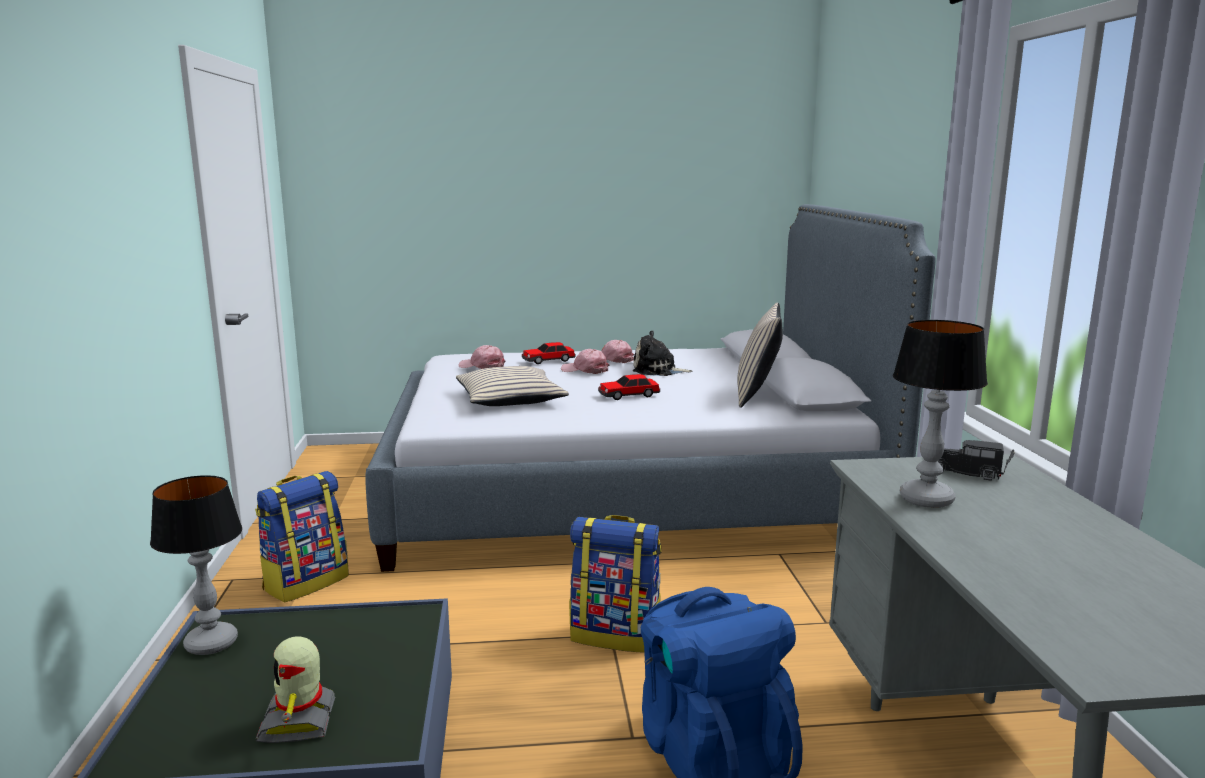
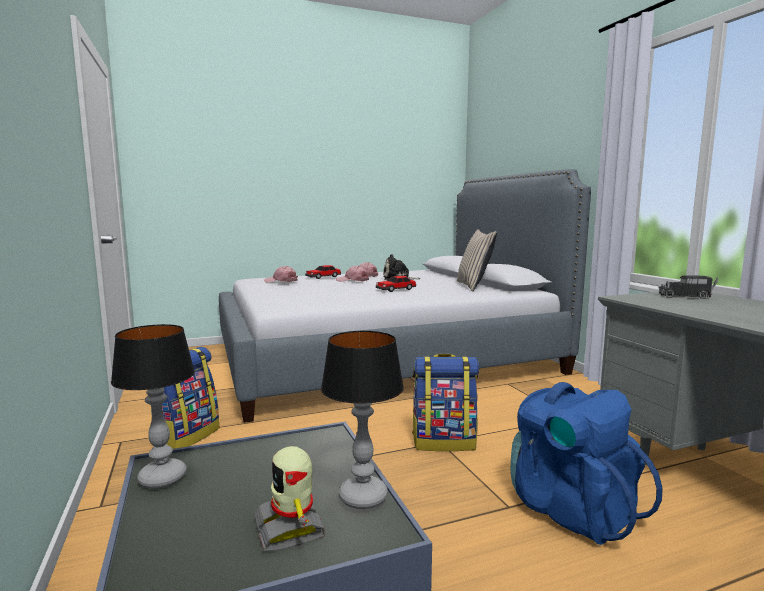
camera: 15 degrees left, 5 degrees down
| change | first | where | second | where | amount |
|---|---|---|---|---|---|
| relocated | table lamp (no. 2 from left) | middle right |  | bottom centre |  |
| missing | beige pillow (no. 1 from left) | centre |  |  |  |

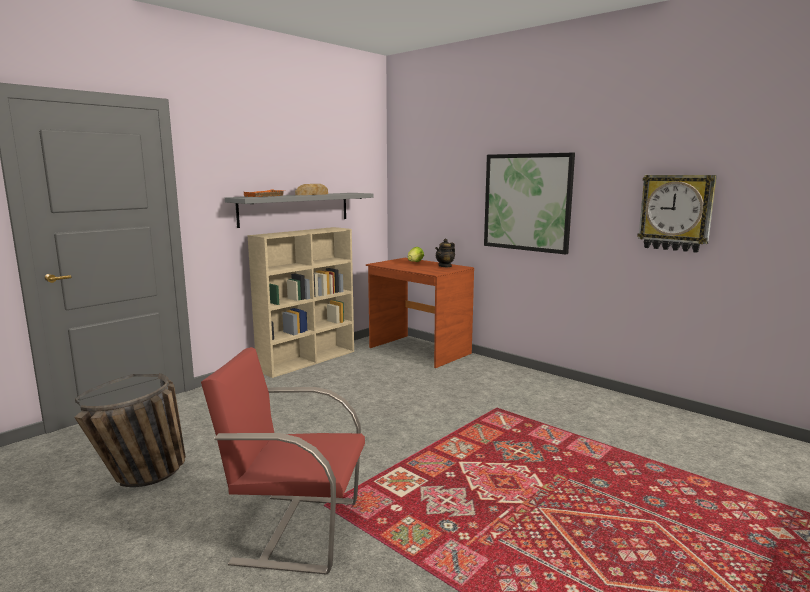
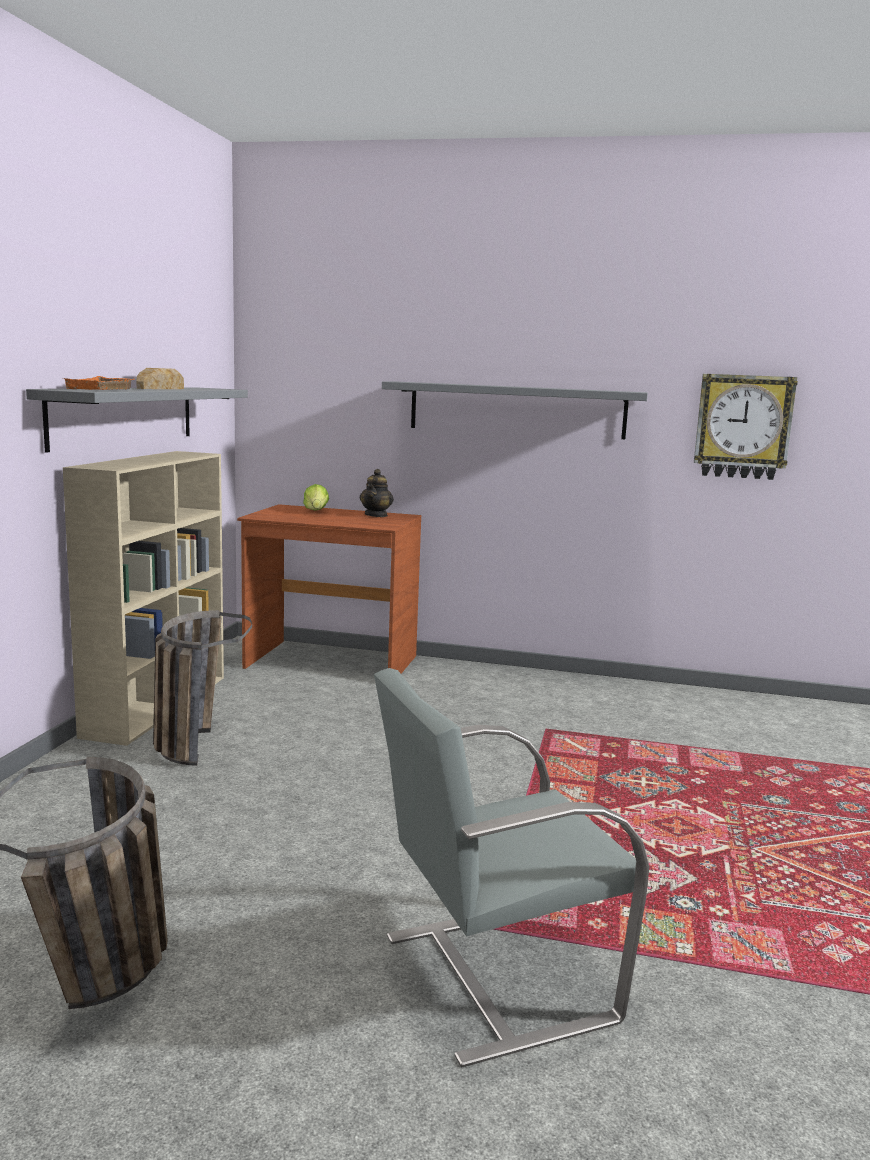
camera: 30 degrees left, 0 degrees up
| change | first | where | second | where | amount |
|---|---|---|---|---|---|
| appeared |  |  | basket (no. 2 from left) | middle left |  |
| colour | red chair | bottom centre | grey chair | bottom centre |  |
| exchanged | picture | centre | grey shelf (no. 2 from left) | centre |  |

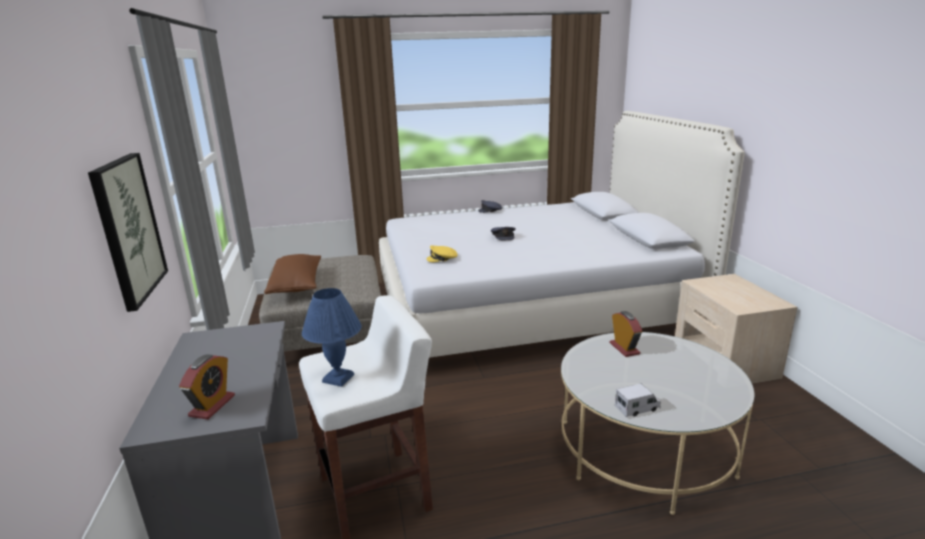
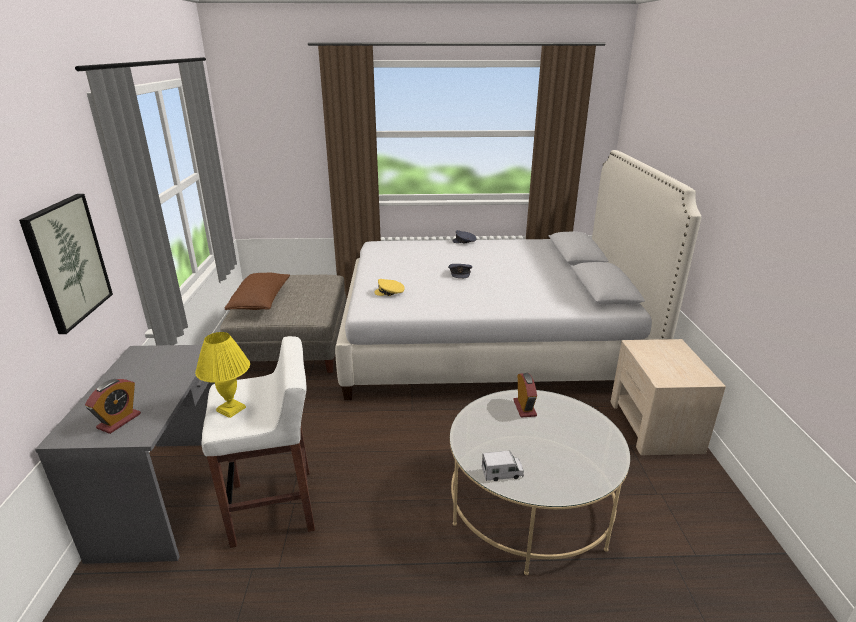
camera: 10 degrees right, 5 degrees up
| change | first | where | second | where | amount |
|---|---|---|---|---|---|
| colour | blue table lamp | centre | yellow table lamp | middle left |  |

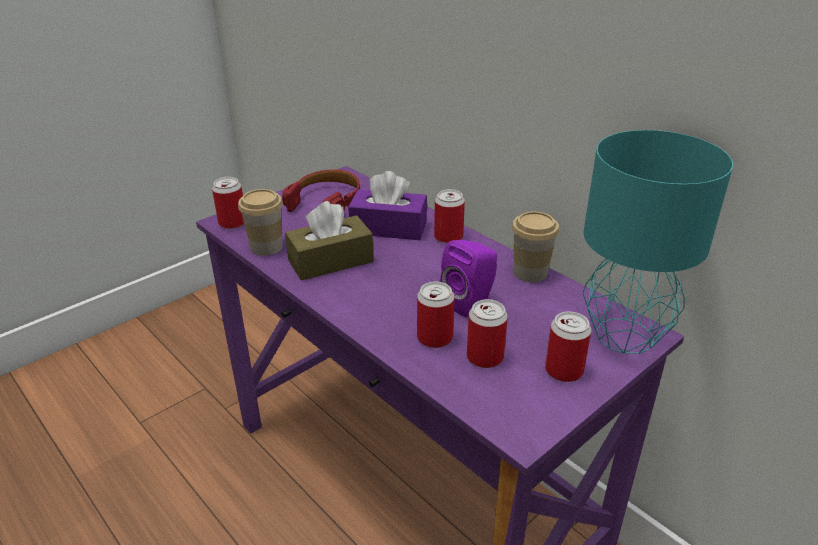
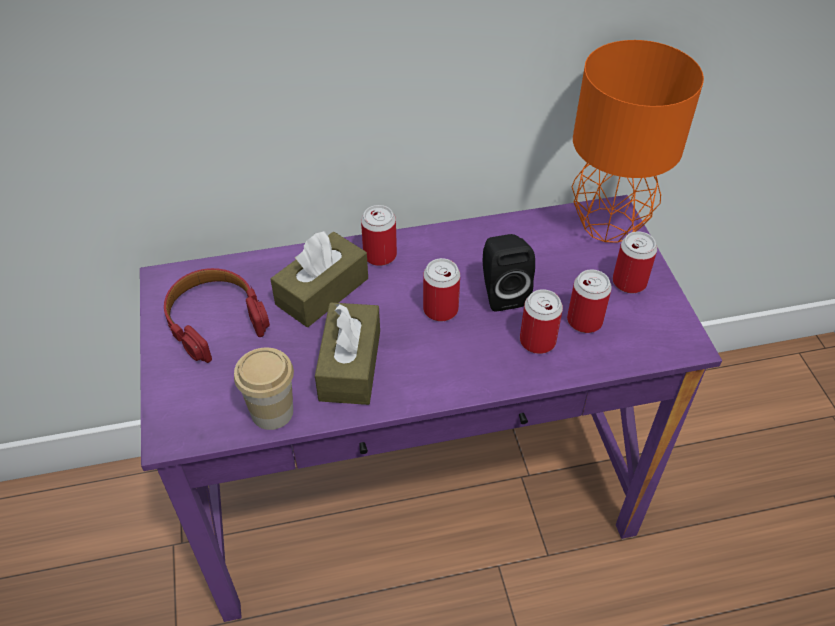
camera: 60 degrees left, 15 degrees up
| change | first | where | second | where | amount |
|---|---|---|---|---|---|
| colour | purple tissue box | centre | brown tissue box (no. 1 from left) | centre |  |
| relocated | can (no. 1 from left in the first image) | middle left | can (no. 2 from left) | centre |  |
| colour | purple speaker | centre | black speaker | centre |  |
| colour | turquoise table lamp | middle right | orange table lamp | top right |  |
| missing | cup (no. 2 from left) | centre |  |  |  |

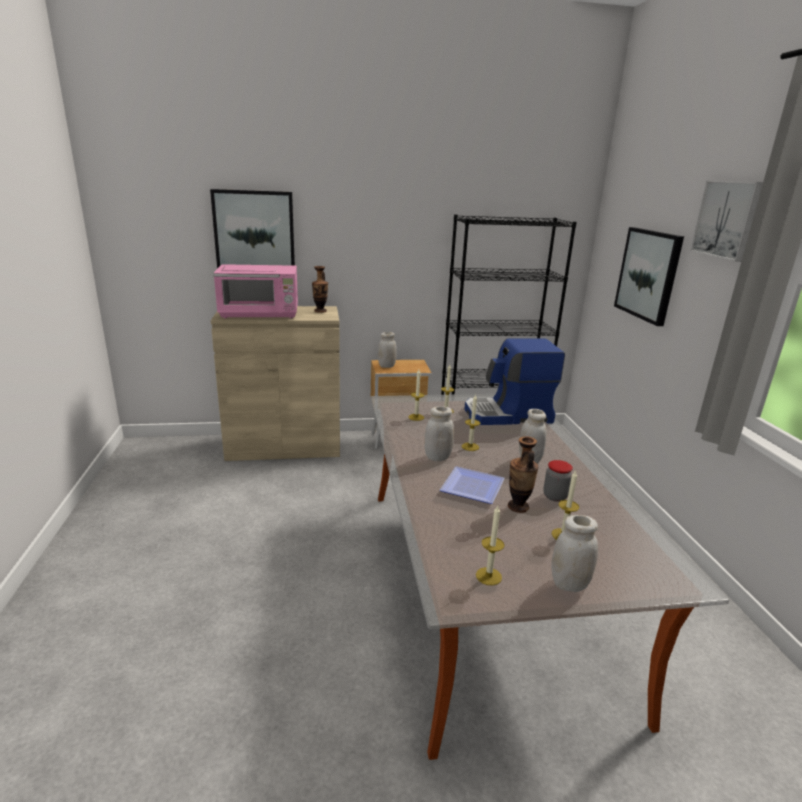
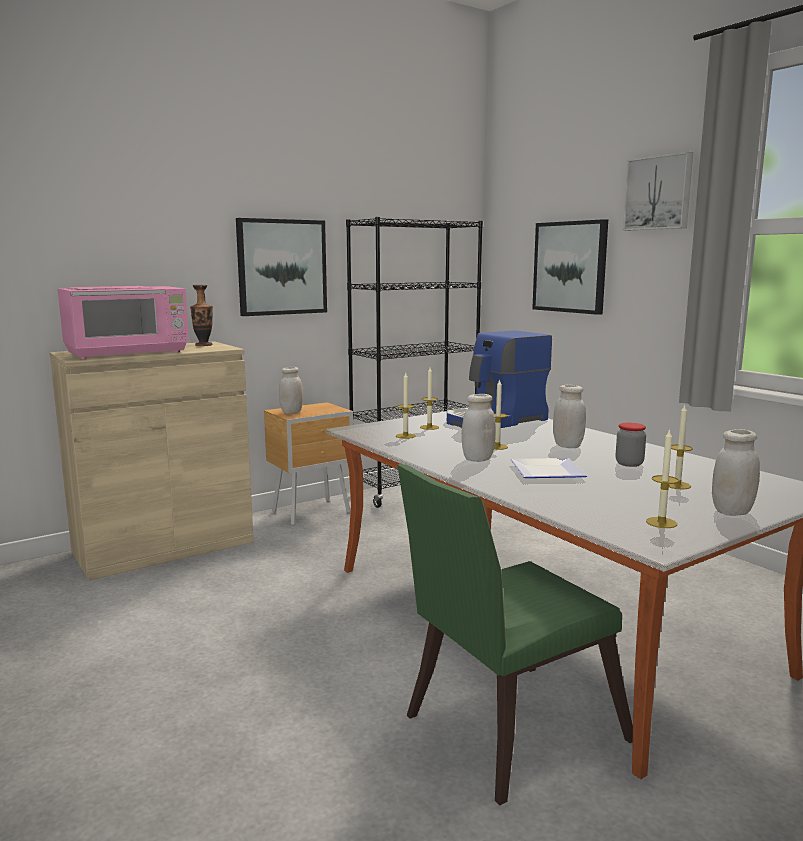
camera: 25 degrees left, 10 degrees down
| change | first | where | second | where | amount |
|---|---|---|---|---|---|
| relocated | picture (no. 1 from left) | top left |  | top centre |  |
| appeared |  |  | green chair | bottom centre |  |
| missing | vase (no. 2 from left) | centre |  |  |  |

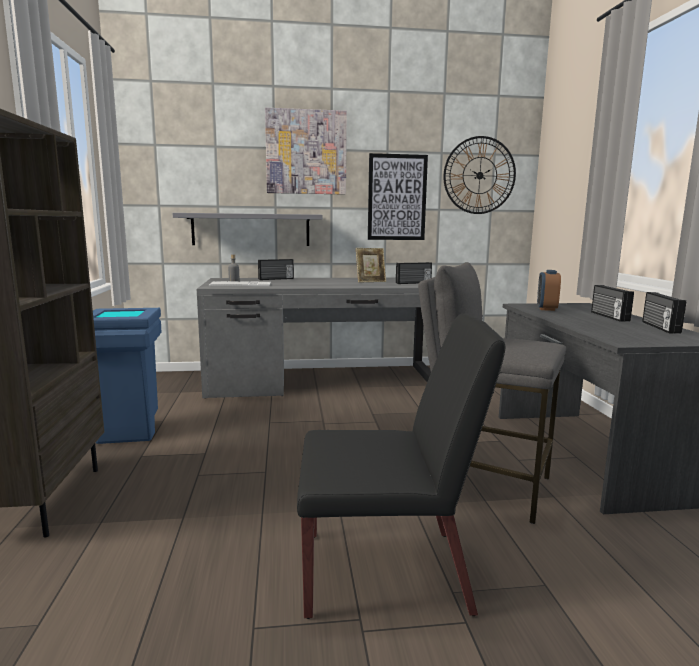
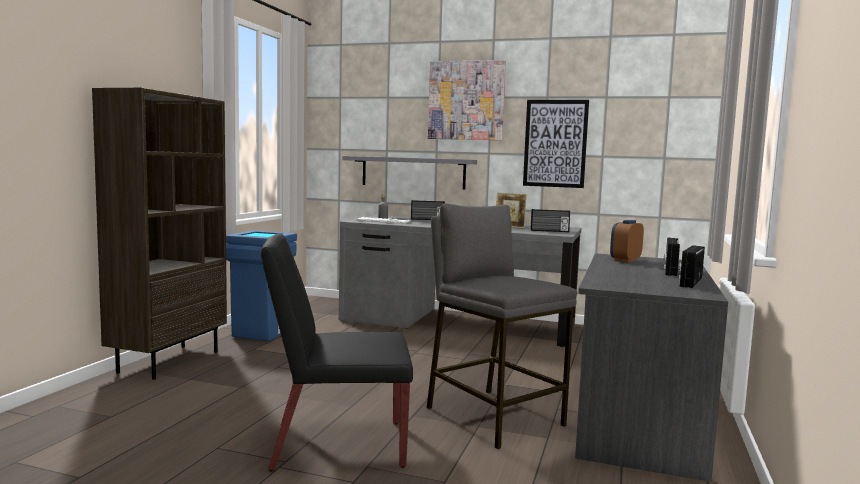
camera: 25 degrees right, 5 degrees down
| change | first | where | second | where | amount |
|---|---|---|---|---|---|
| spun | black chair | bottom centre |  | bottom centre | 150 degrees clockwise |
| missing | wall clock | top right |  |  |  |

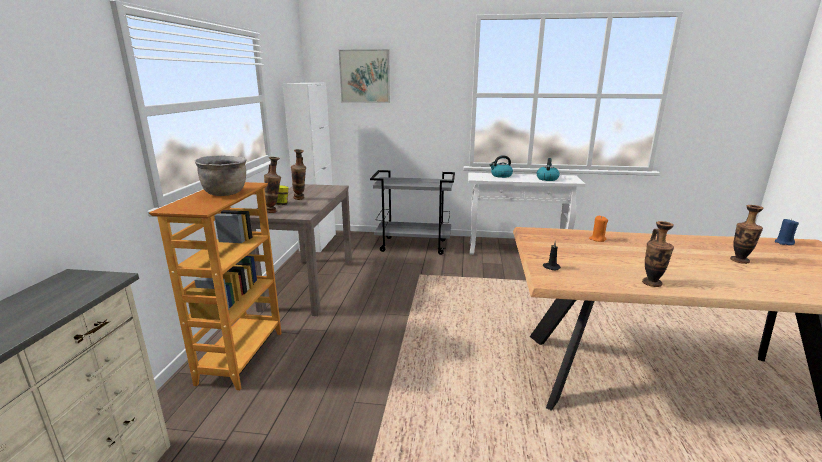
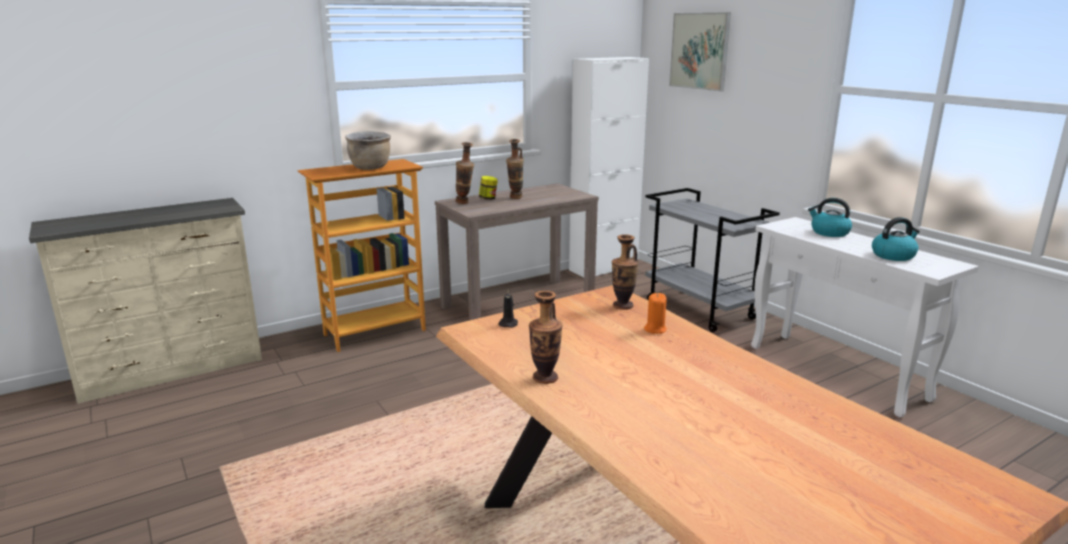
camera: 50 degrees right, 0 degrees up
| change | first | where | second | where | amount |
|---|---|---|---|---|---|
| relocated | vase (no. 4 from left) | middle right |  | centre |  |
| missing | blue candle | middle right |  |  |  |

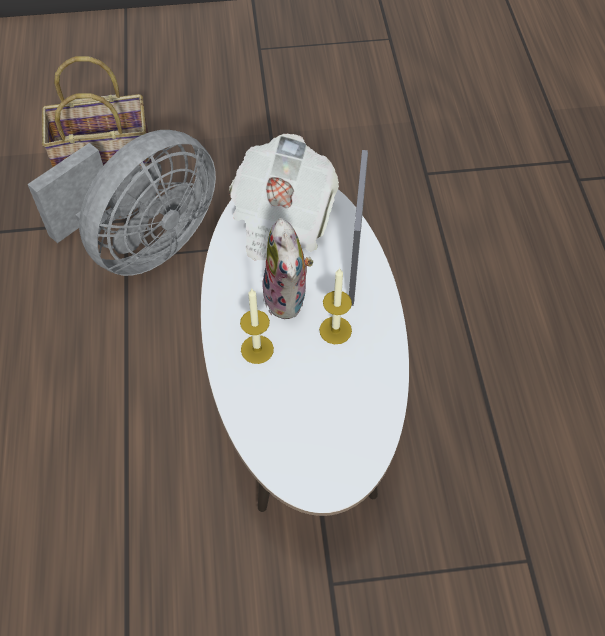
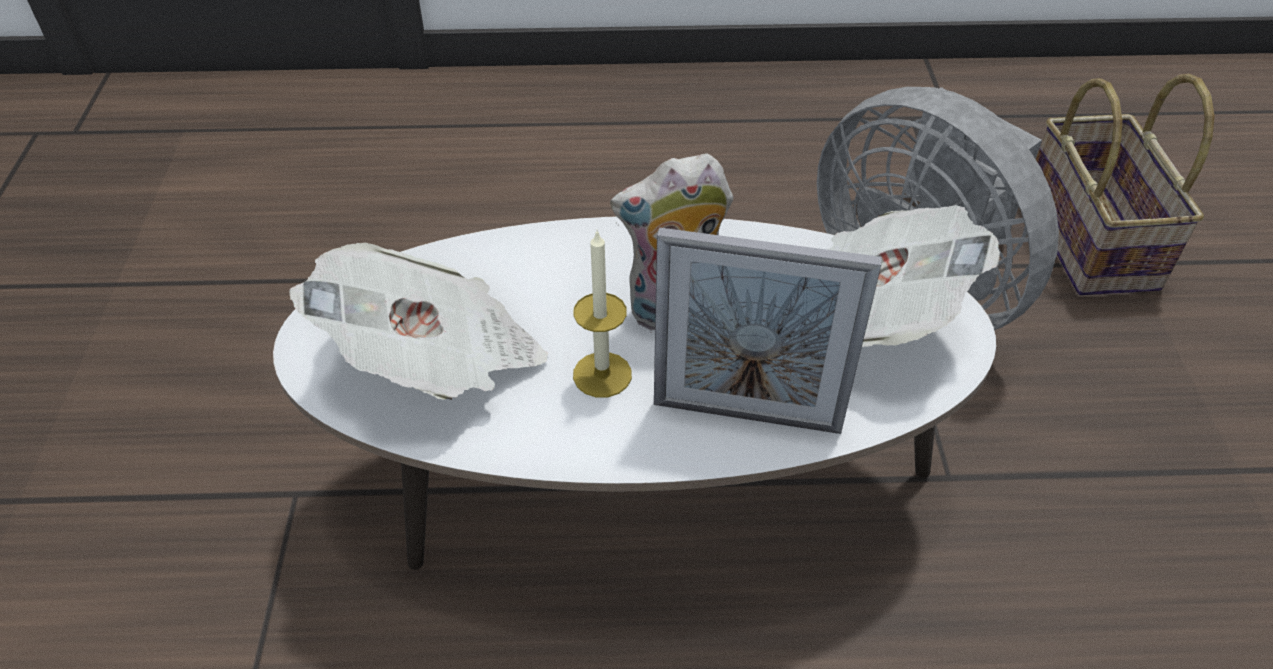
camera: 95 degrees right, 10 degrees down
| change | first | where | second | where | amount |
|---|---|---|---|---|---|
| appeared |  |  | newspaper (no. 1 from left) | middle left |  |
| missing | candle (no. 1 from left) | centre |  |  |  |

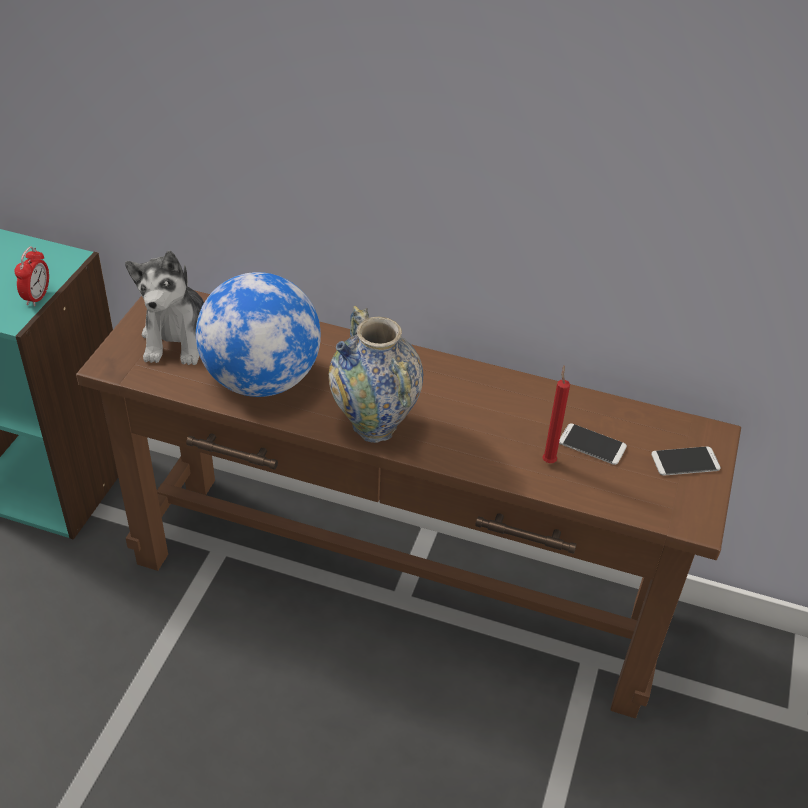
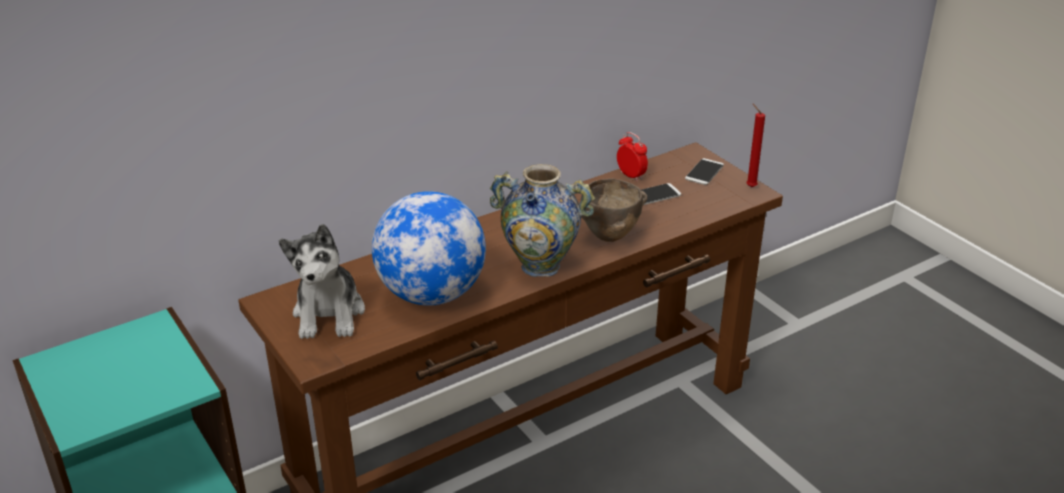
camera: 50 degrees left, 10 degrees down
| change | first | where | second | where | amount |
|---|---|---|---|---|---|
| spun | plush toy | middle left |  | middle left | 45 degrees clockwise |
| appeared |  |  | brown bowl | centre |  |
| relocated | alarm clock | middle left |  | top centre |  |
| relocated | red candle | middle right |  | top right |  |

